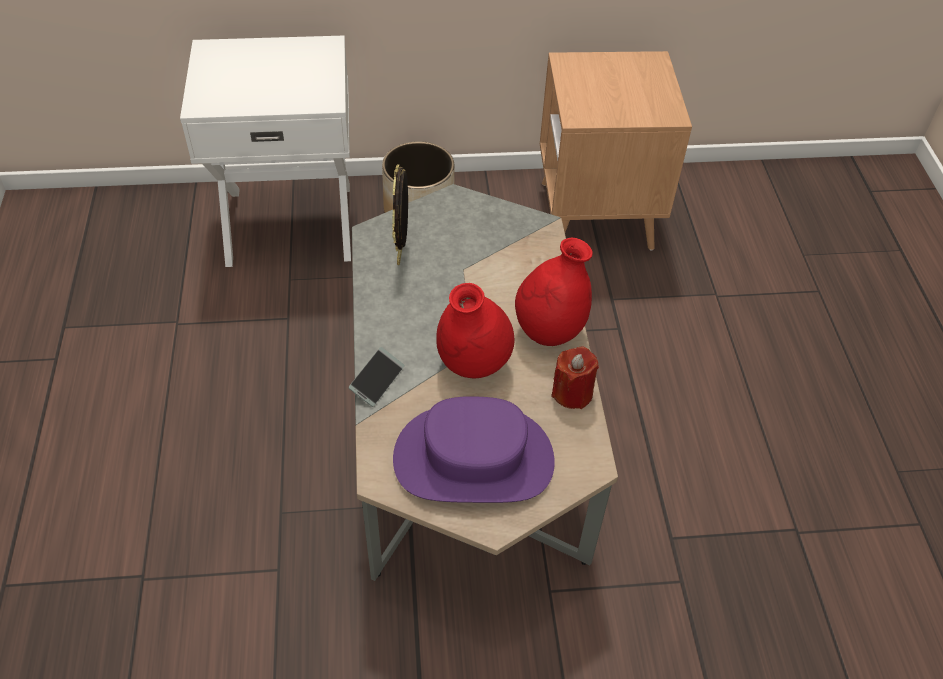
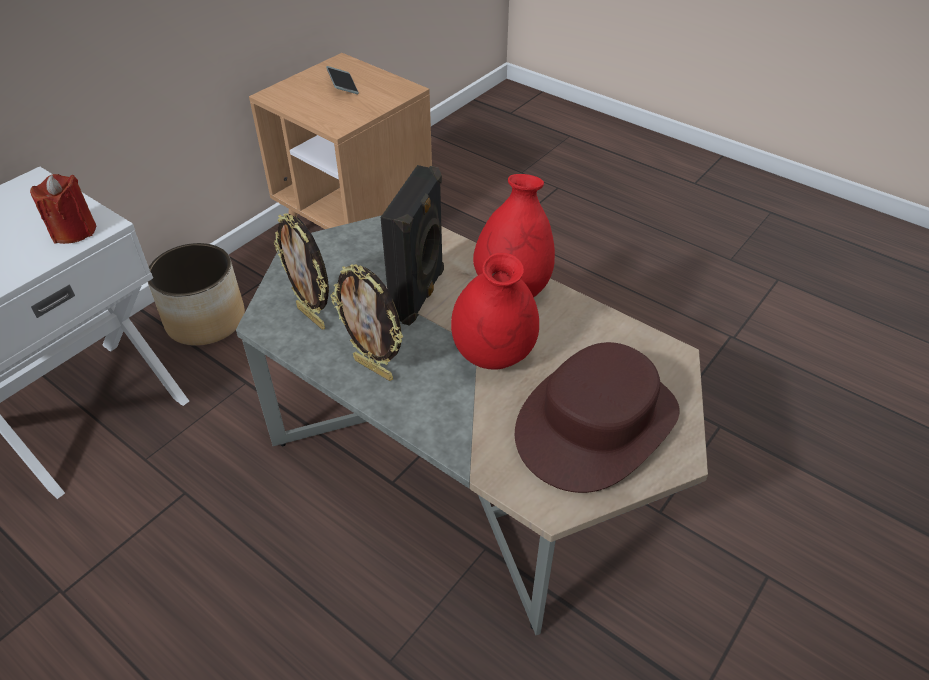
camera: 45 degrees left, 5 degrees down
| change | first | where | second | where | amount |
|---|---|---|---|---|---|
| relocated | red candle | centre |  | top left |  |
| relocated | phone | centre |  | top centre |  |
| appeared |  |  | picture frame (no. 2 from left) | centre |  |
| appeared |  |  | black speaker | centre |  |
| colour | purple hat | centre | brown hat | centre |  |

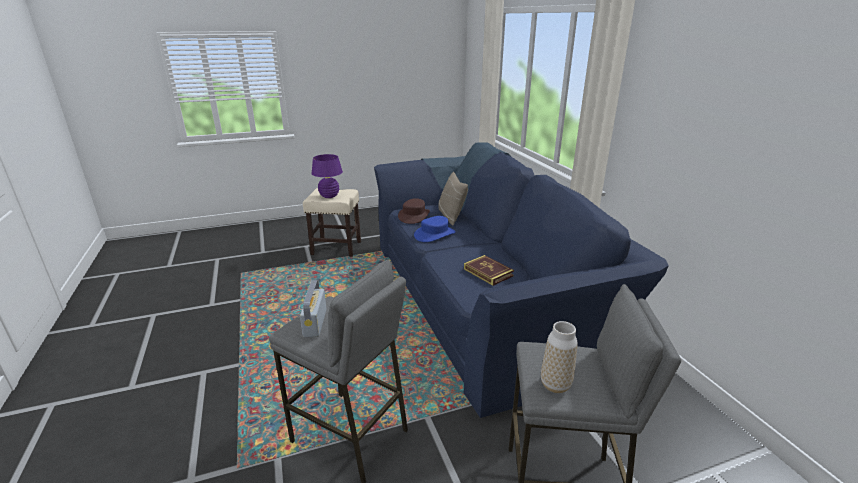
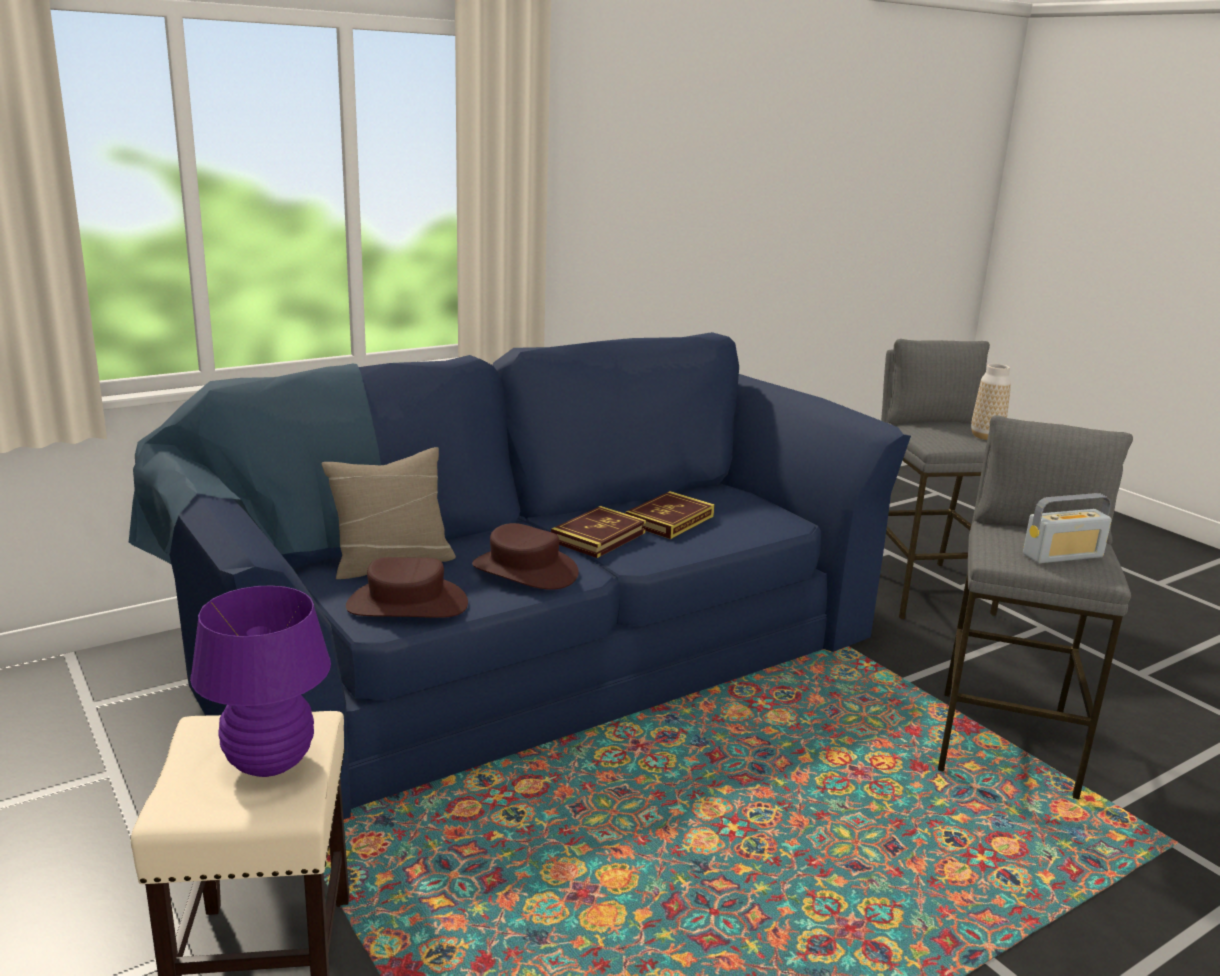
camera: 105 degrees left, 5 degrees down
| change | first | where | second | where | amount |
|---|---|---|---|---|---|
| colour | blue hat | centre | brown hat (no. 2 from left) | centre |  |
| appeared |  |  | book (no. 1 from left) | centre |  |

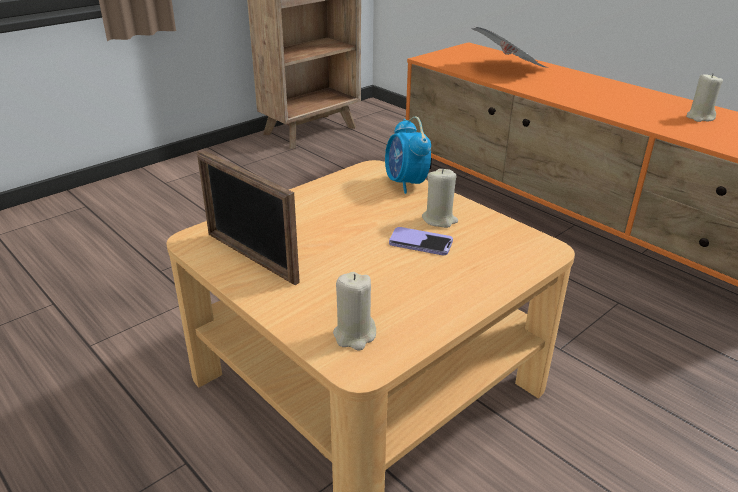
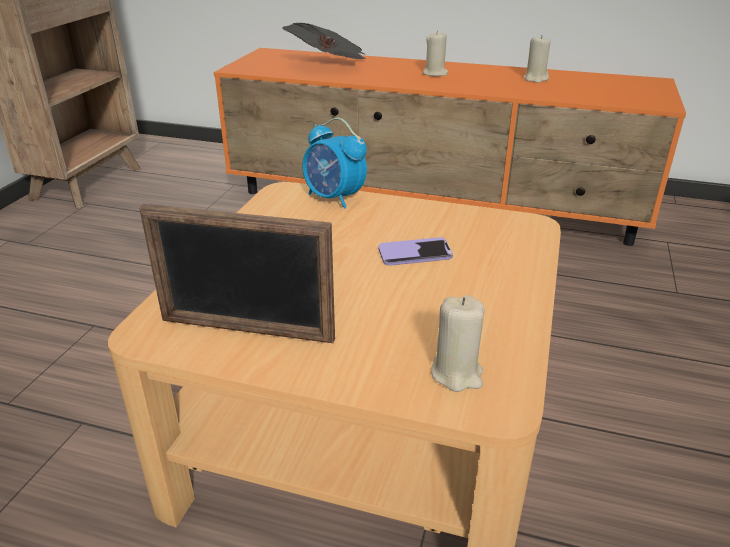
camera: 30 degrees left, 0 degrees up
| change | first | where | second | where | amount |
|---|---|---|---|---|---|
| relocated | beige candle (no. 2 from left in the first image) | centre | beige candle (no. 1 from left) | top centre |  |

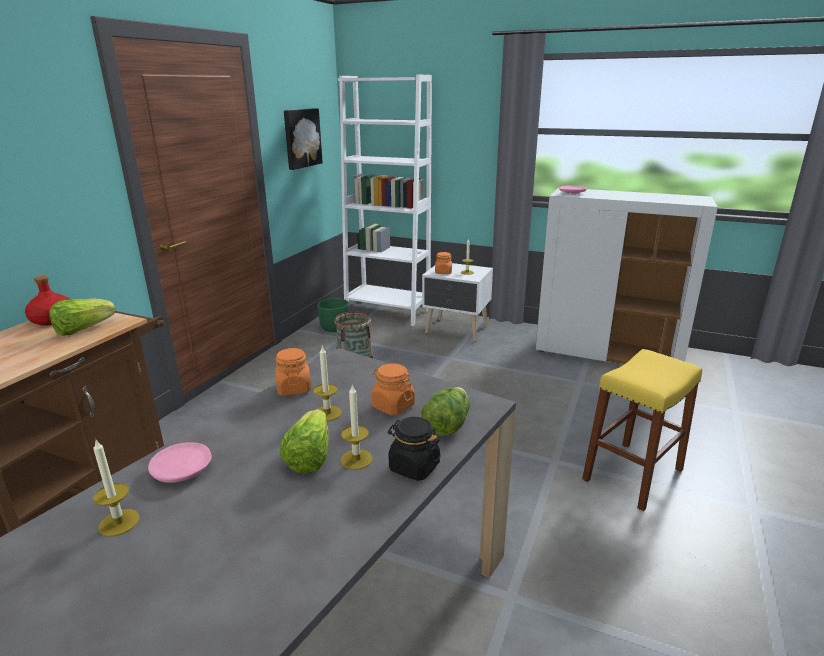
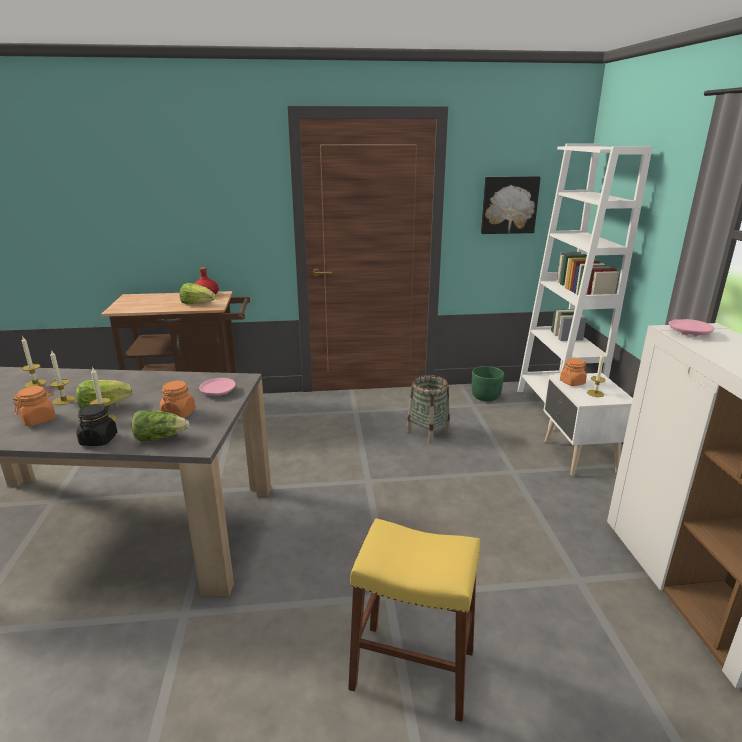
camera: 60 degrees right, 0 degrees up
| change | first | where | second | where | amount |
|---|---|---|---|---|---|
| relocated | orange jar (no. 1 from left) | centre |  | middle left |  |
| relocated | candle (no. 2 from left) | centre |  | middle left |  |
| relocated | pink plate (no. 1 from left) | bottom left |  | middle left |  |

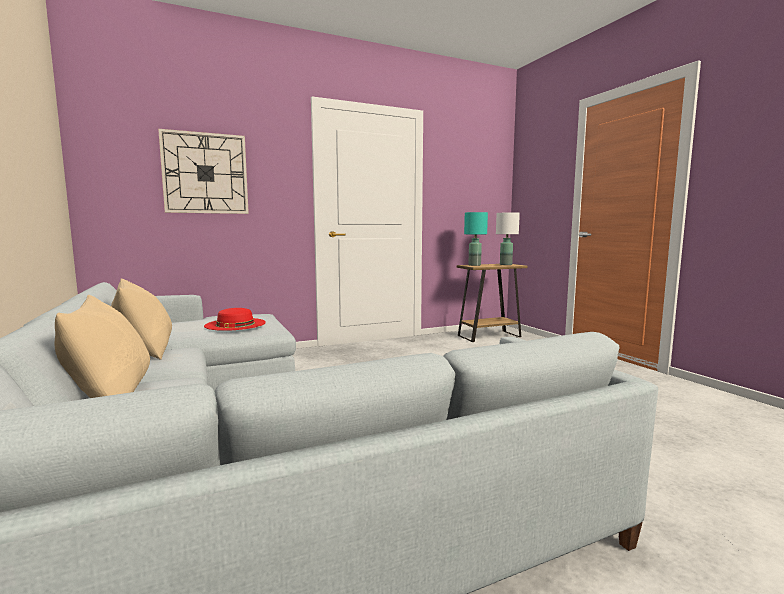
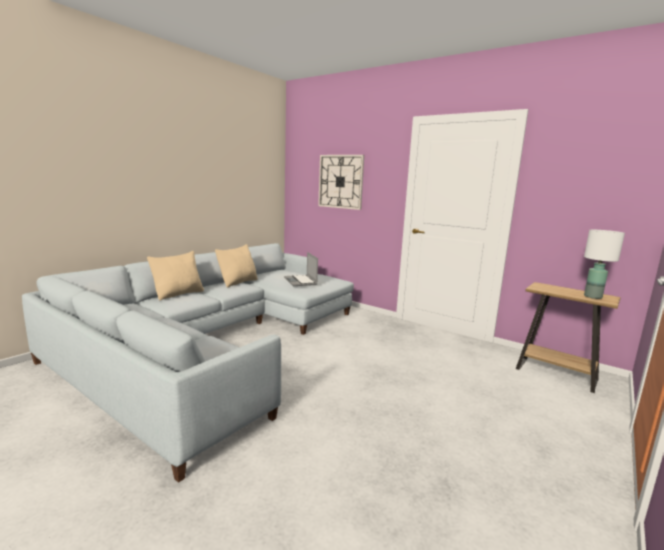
camera: 60 degrees right, 5 degrees up
| change | first | where | second | where | amount |
|---|---|---|---|---|---|
| exchanged | red hat | middle left | laptop | centre |  |
| missing | turquoise table lamp | centre |  |  |  |

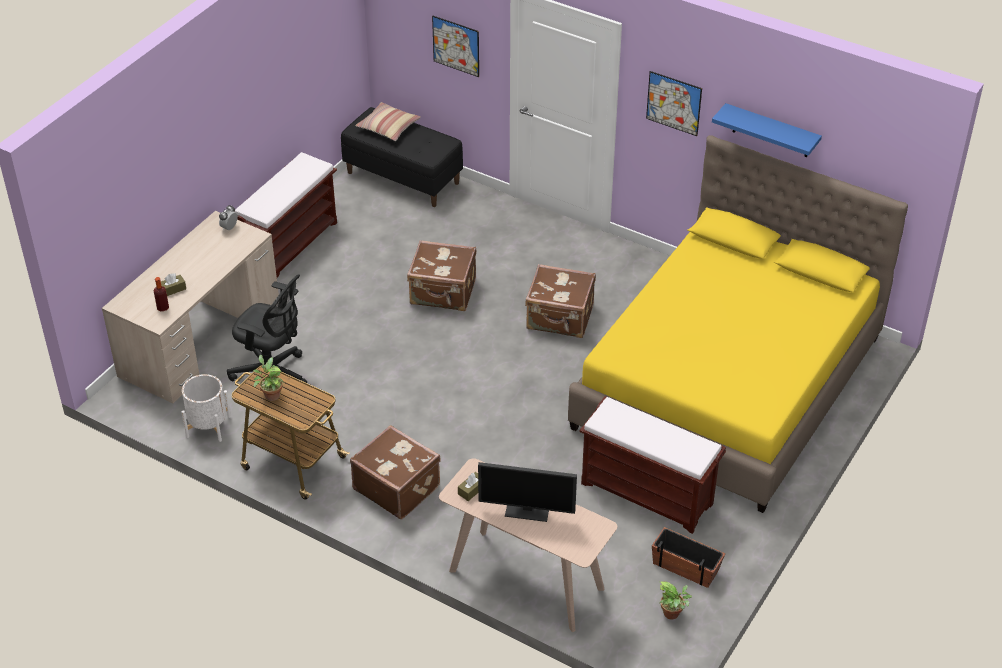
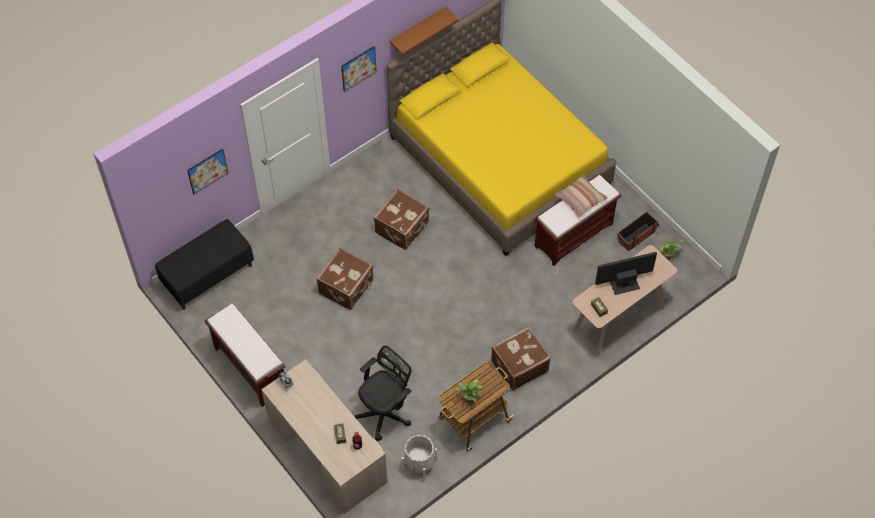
camera: 70 degrees left, 15 degrees up
| change | first | where | second | where | amount |
|---|---|---|---|---|---|
| colour | blue shelf | top right | brown shelf | top centre |  |
| relocated | pillow | top centre |  | centre |  |
| spun | monitor | bottom centre |  | middle right | 135 degrees counterclockwise |

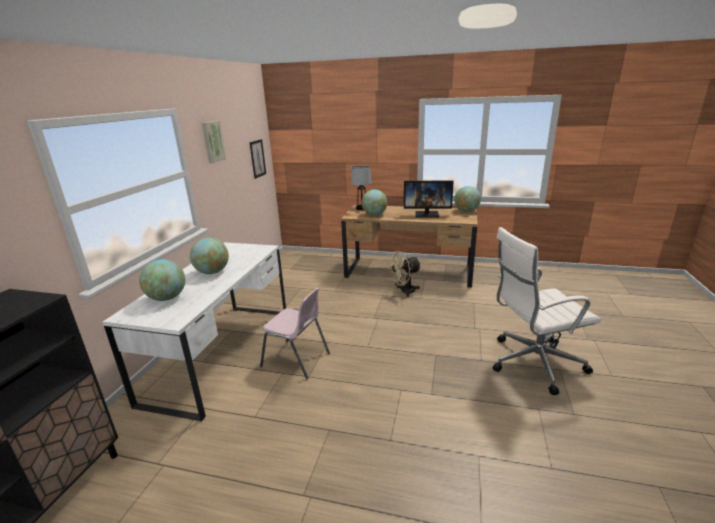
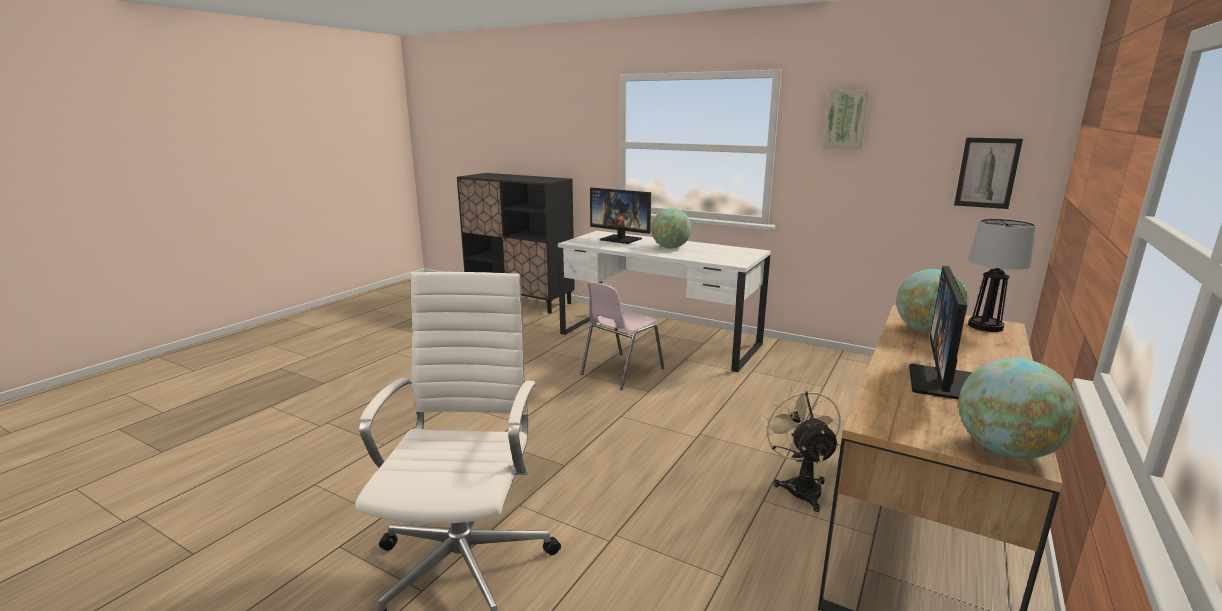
camera: 105 degrees right, 5 degrees down
| change | first | where | second | where | amount |
|---|---|---|---|---|---|
| exchanged | globe (no. 1 from left) | middle left | monitor (no. 1 from left) | centre |  |

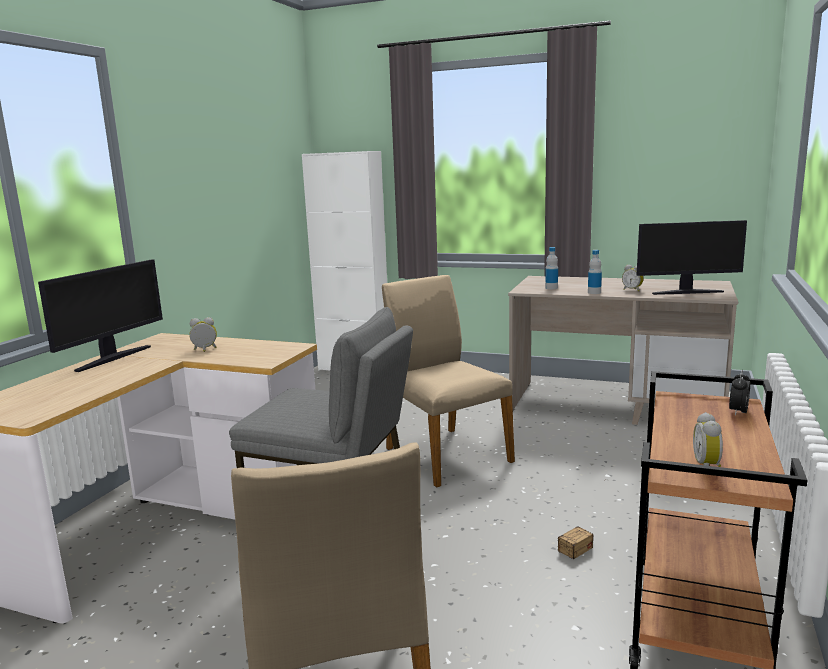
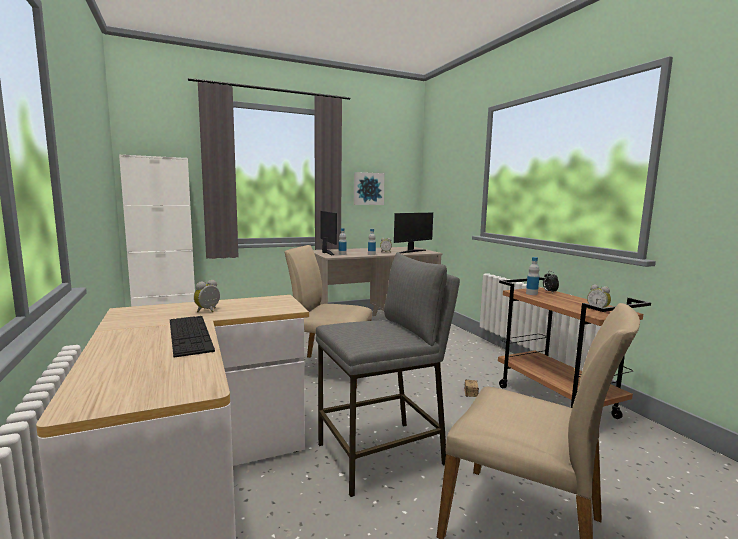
camera: 45 degrees left, 5 degrees down
| change | first | where | second | where | amount |
|---|---|---|---|---|---|
| appeared |  |  | keyboard | middle left |  |
| relocated | monitor (no. 1 from left) | middle left |  | centre |  |
| appeared |  |  | picture | centre |  |
| appeared |  |  | bottle (no. 3 from left) | middle right |  |

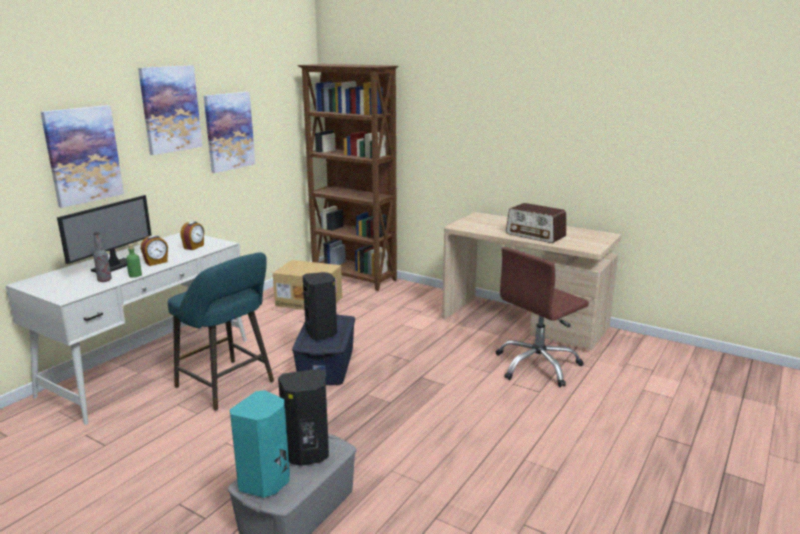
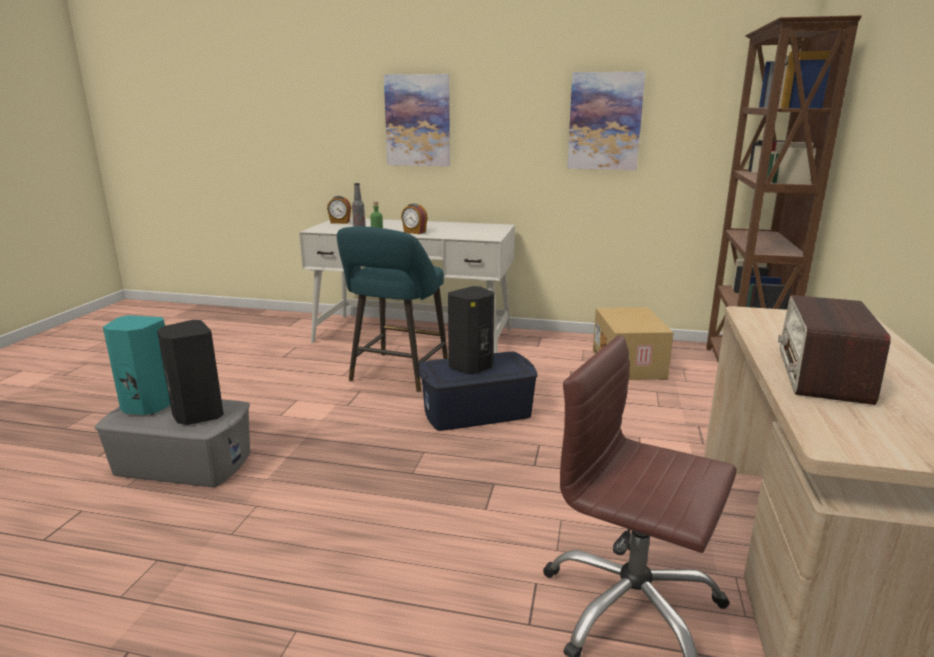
camera: 70 degrees right, 0 degrees up
| change | first | where | second | where | amount |
|---|---|---|---|---|---|
| relocated | alarm clock (no. 2 from left in the first image) | middle left | alarm clock (no. 1 from left) | top centre |  |
| missing | monitor | middle left |  |  |  |
| missing | picture (no. 2 from left) | top left |  |  |  |

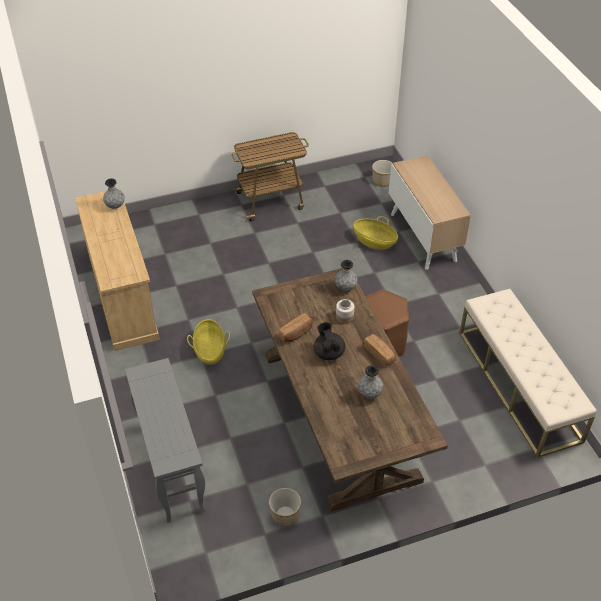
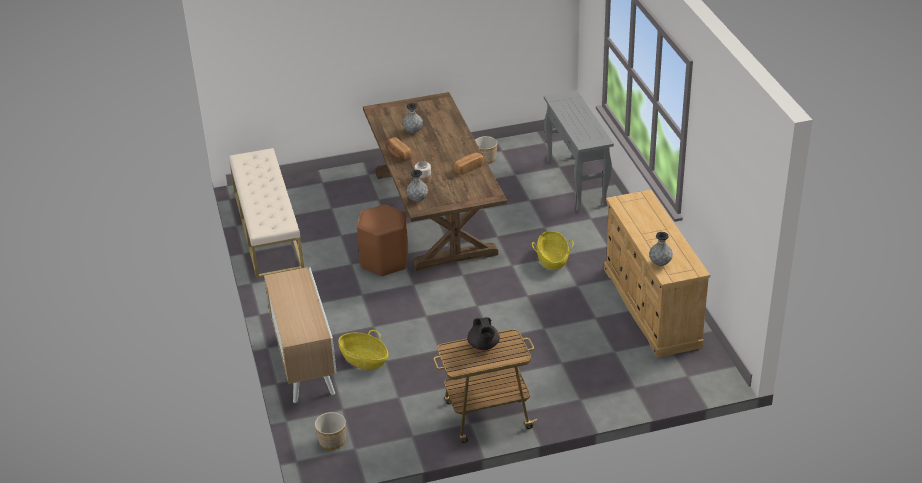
camera: 175 degrees left, 10 degrees down
| change | first | where | second | where | amount |
|---|---|---|---|---|---|
| relocated | black teapot | centre |  | bottom centre |  |

